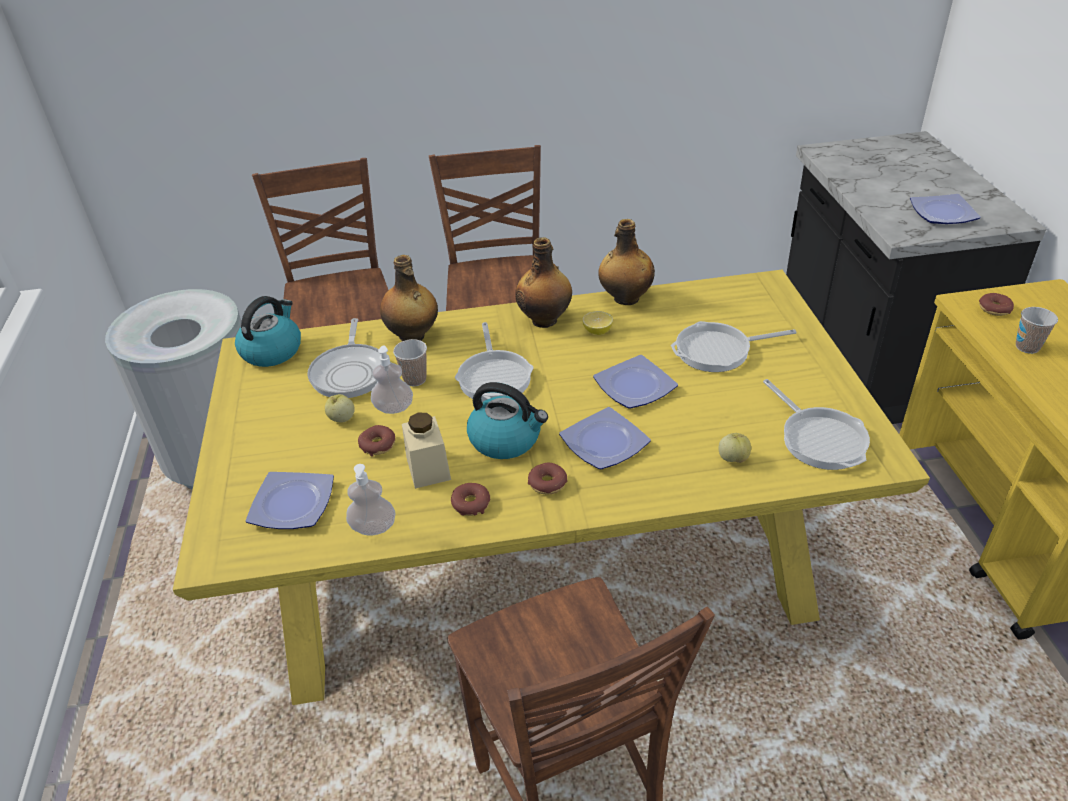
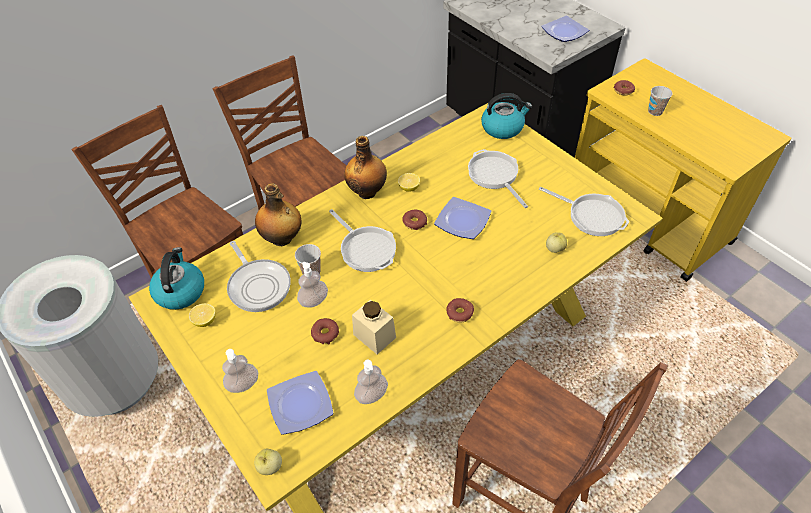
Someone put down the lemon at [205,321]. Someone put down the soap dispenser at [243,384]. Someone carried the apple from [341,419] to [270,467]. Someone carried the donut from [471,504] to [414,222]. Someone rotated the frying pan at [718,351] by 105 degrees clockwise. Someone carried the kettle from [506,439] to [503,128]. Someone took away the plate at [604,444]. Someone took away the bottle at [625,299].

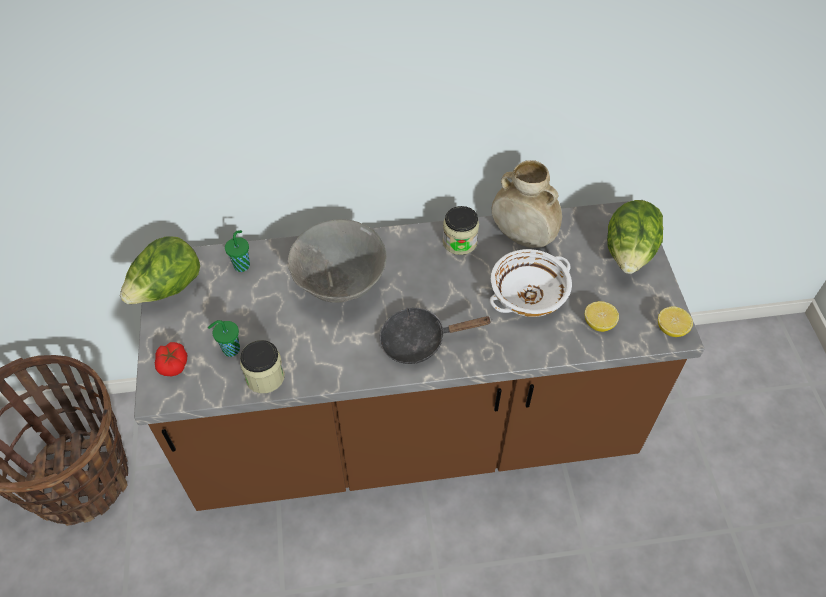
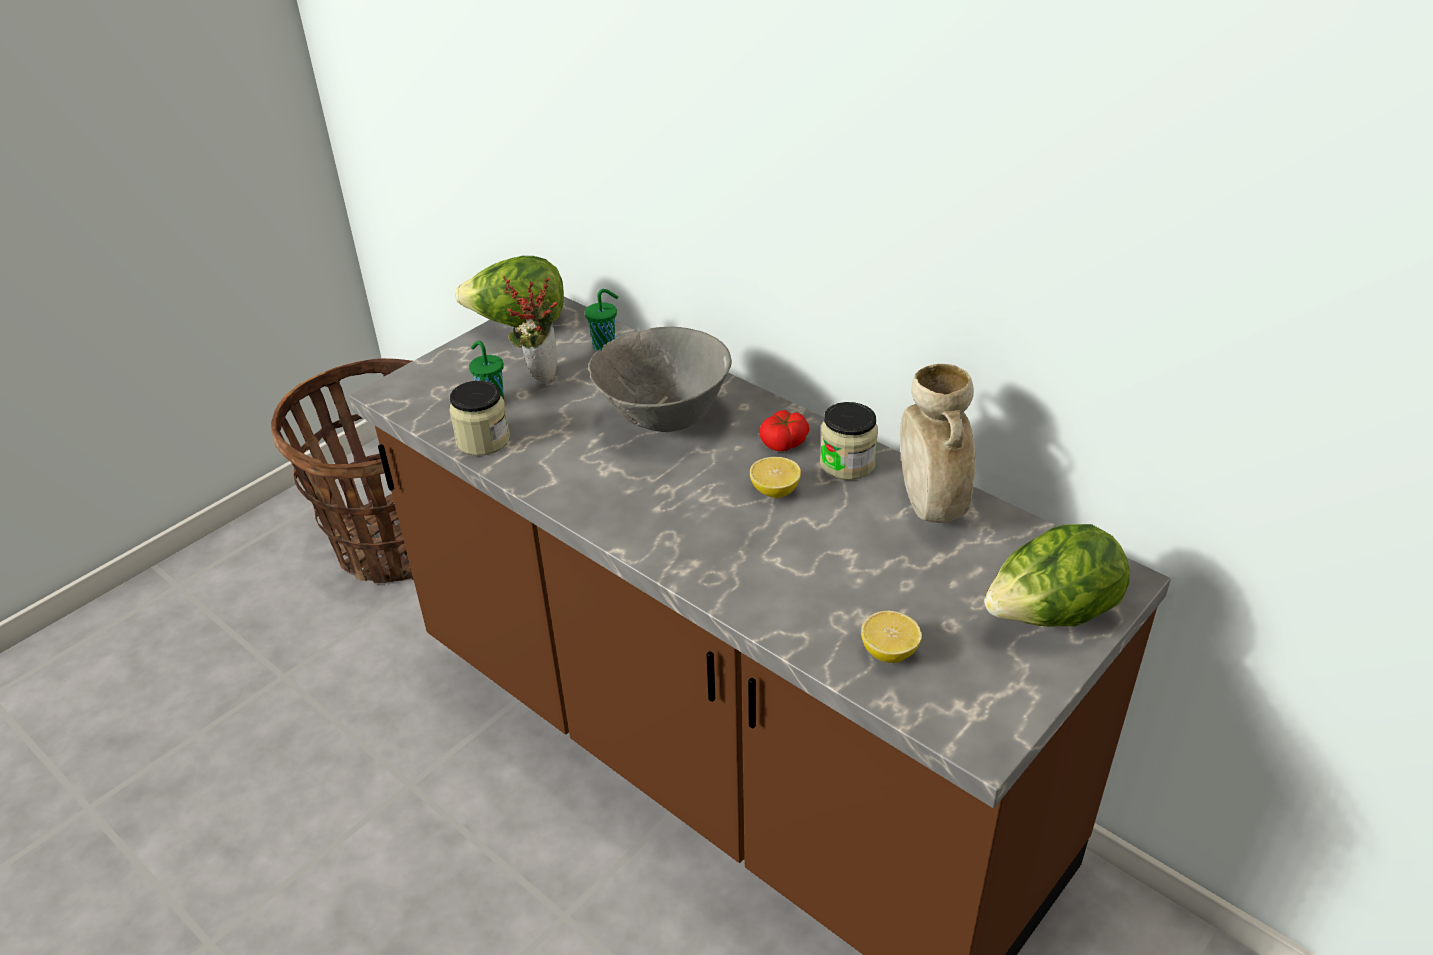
Someone put down the potted plant at [540,373]. Someone carried the lemon from [671,329] to [775,491]. Someone carried the tomato from [173,364] to [784,442]. Someone took away the black frying pan at [420,341]. Someone took away the white bowl at [528,295].

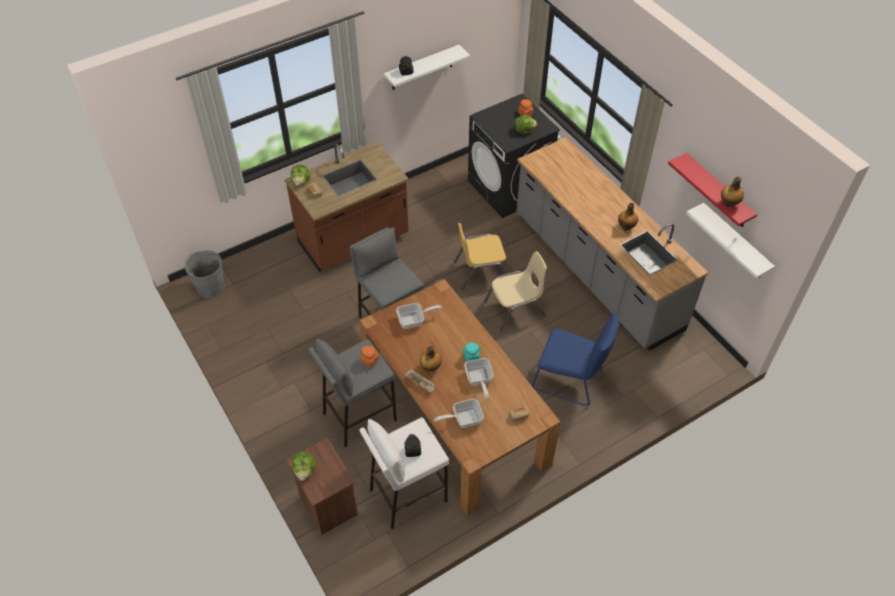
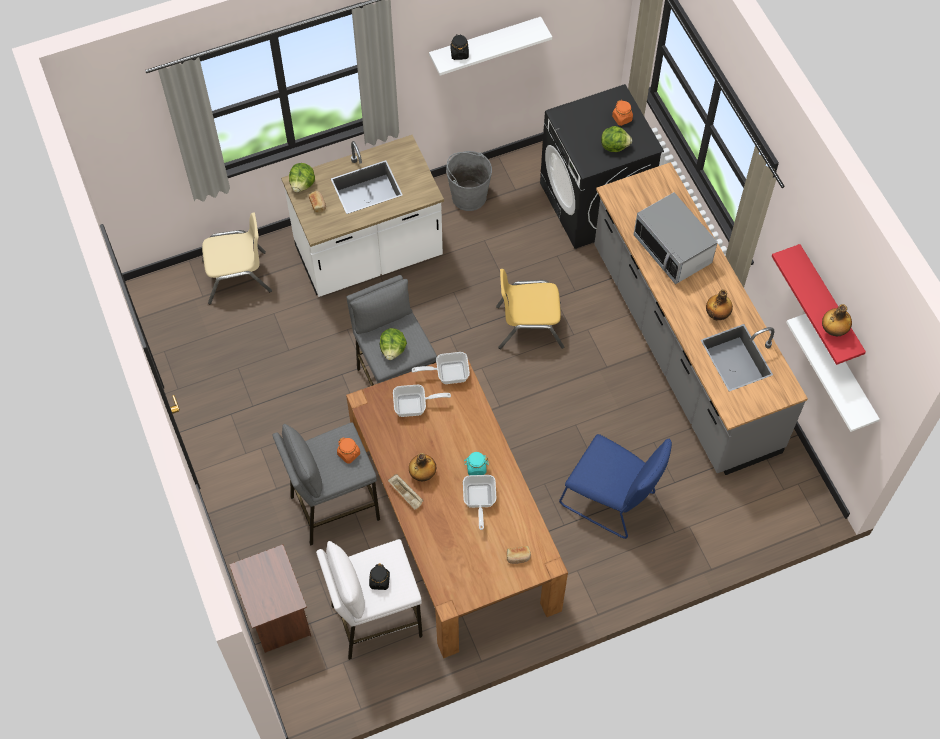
Someone carried the beige chair from [515,309] to [237,277]. Someone repainted the brown counter at [353,240], which became the white counter at [369,255]. Someone carried the lettuce from [305,470] to [393,349]. Someone carried the frying pan from [463,419] to [447,373]. Someone carried the grey bucket from [210,287] to [468,196]. Someone put down the microwave at [672,250].

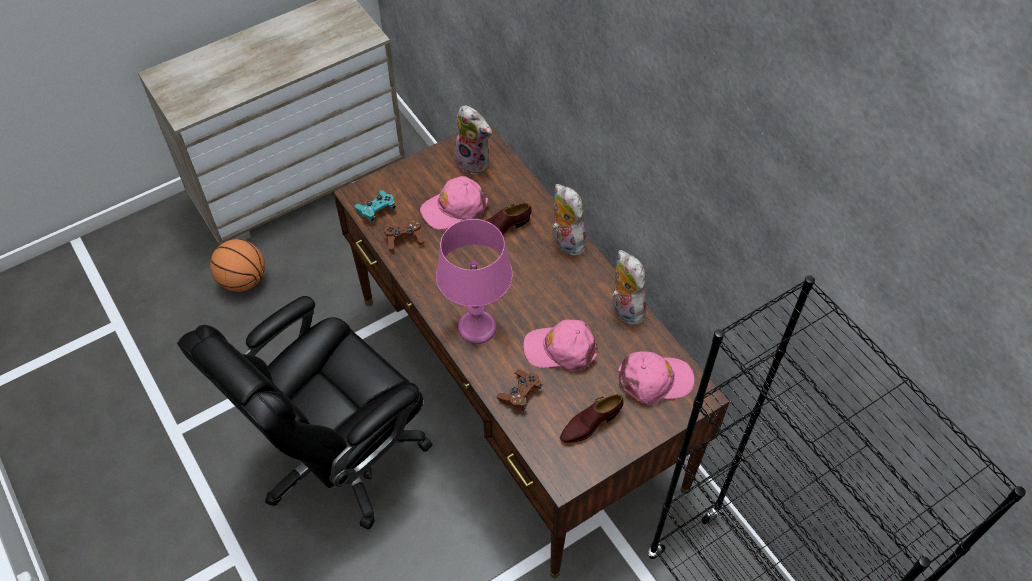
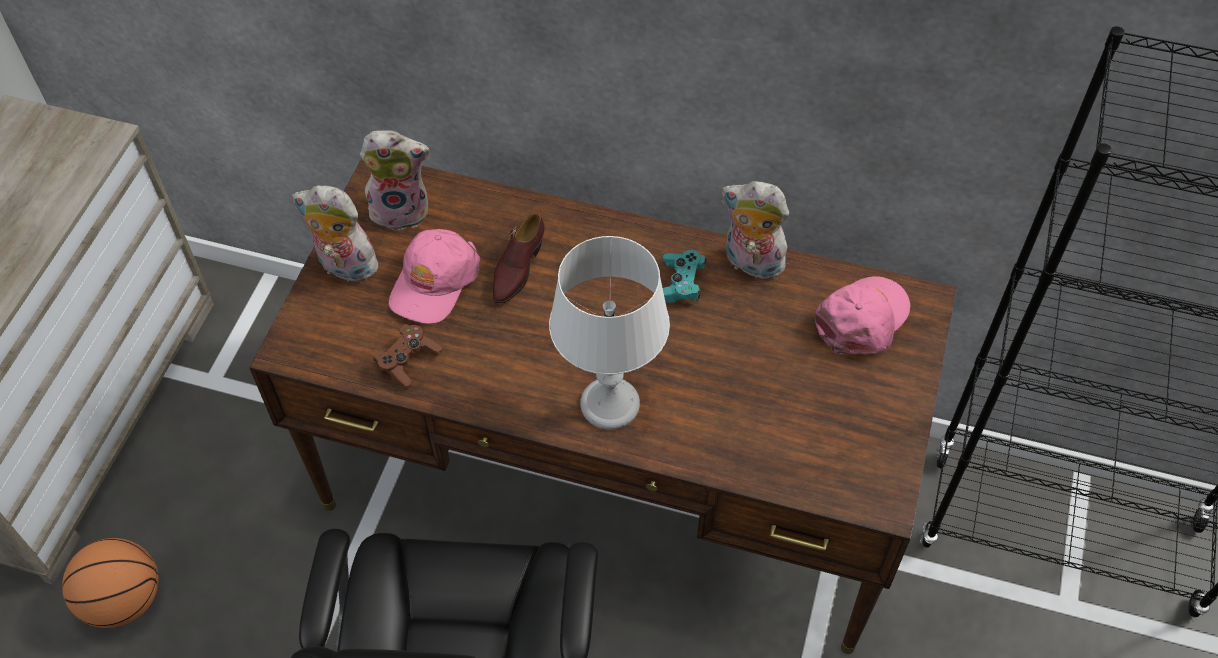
Someone carried the plush toy from [565,241] to [344,267]. Someone repainted the pink table lamp at [476,328], which became the white table lamp at [609,405]. Someone carried the turquoise game controller from [376,210] to [680,284]. Someone took away the brown game controller at [520,394]. Someone took away the pink cap at [561,349]. Someone took away the brown shoe at [590,423].

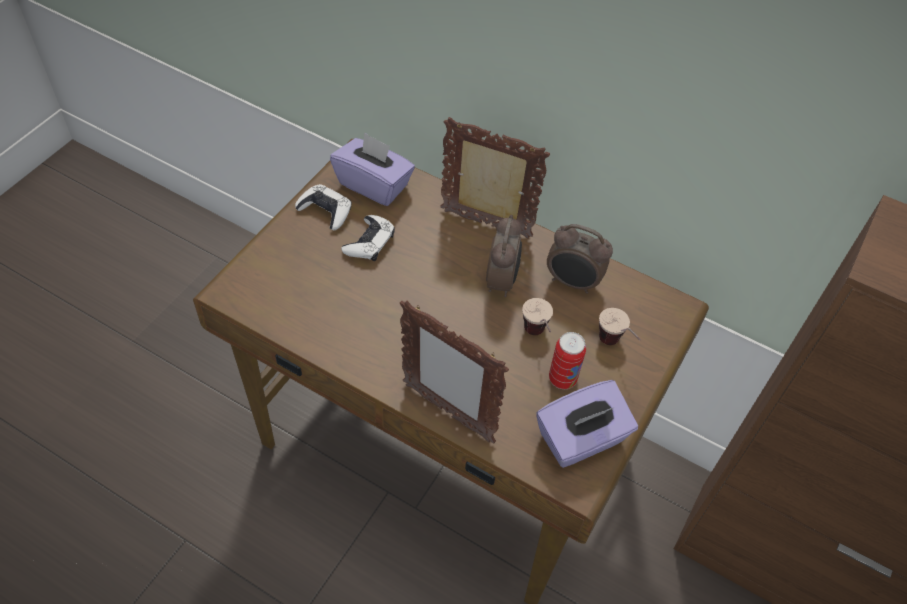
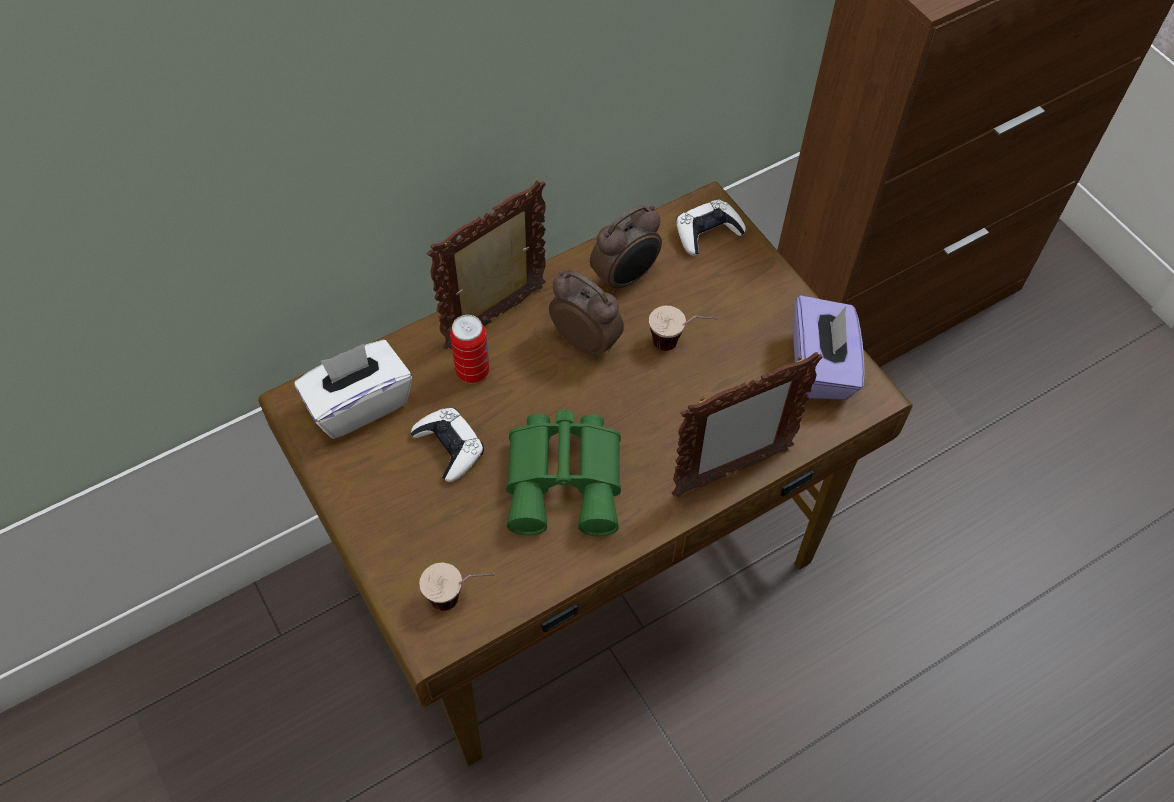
Someone repainted the purple tissue box at [374,184], which became the white tissue box at [359,404]. Someone carried the cup from [615,347] to [461,599]. Someone carried the can from [562,379] to [472,371]. Someone put down the green binoculars at [567,479]. Someone carried the white game controller from [325,211] to [707,232].

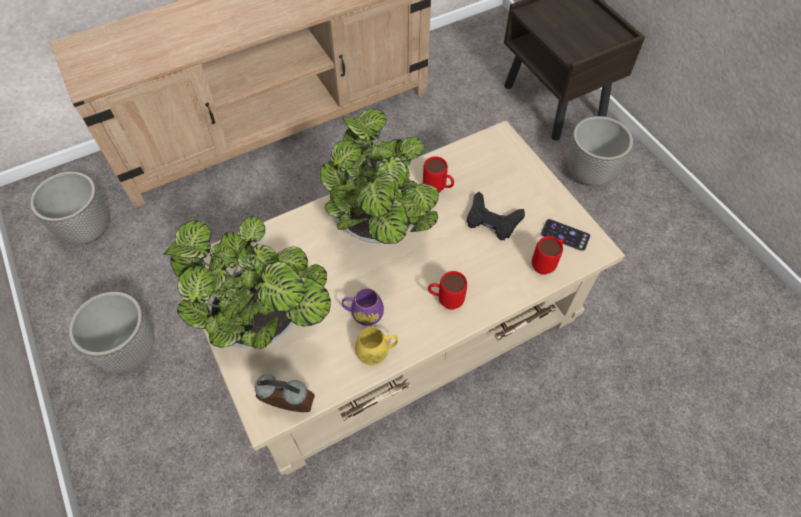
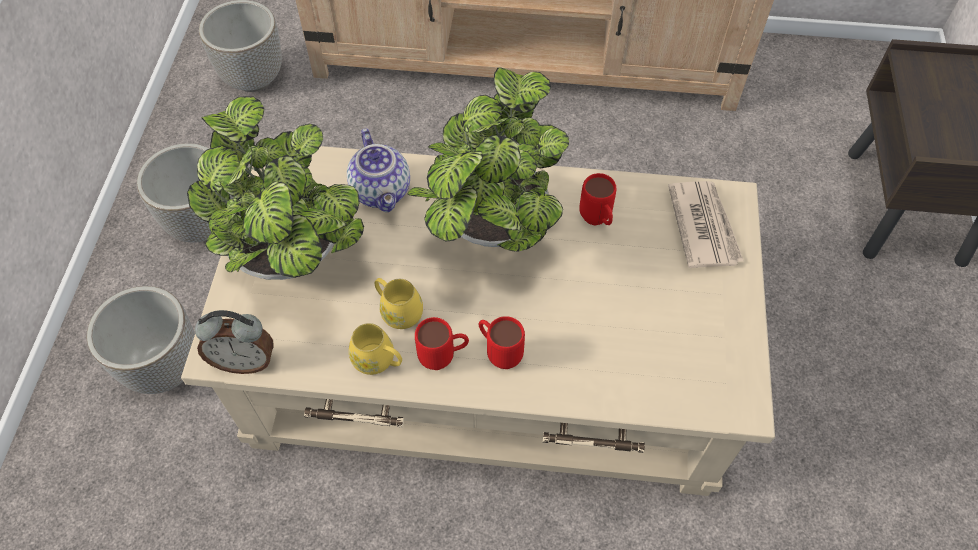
Someone carried the planter from [588,174] to [164,367]. Someone rotated the alarm clock at [289,407] by 135 degrees clockwise. Someone put down the teapot at [383,191]. Someone repainted the purple mug at [363,313], which became the yellow mug at [398,311]. Someone carried the red mug from [546,264] to [443,358]. Someone put down the newspaper at [703,226]. Someone took away the black game controller at [492,220]. Someone took away the phone at [565,235].

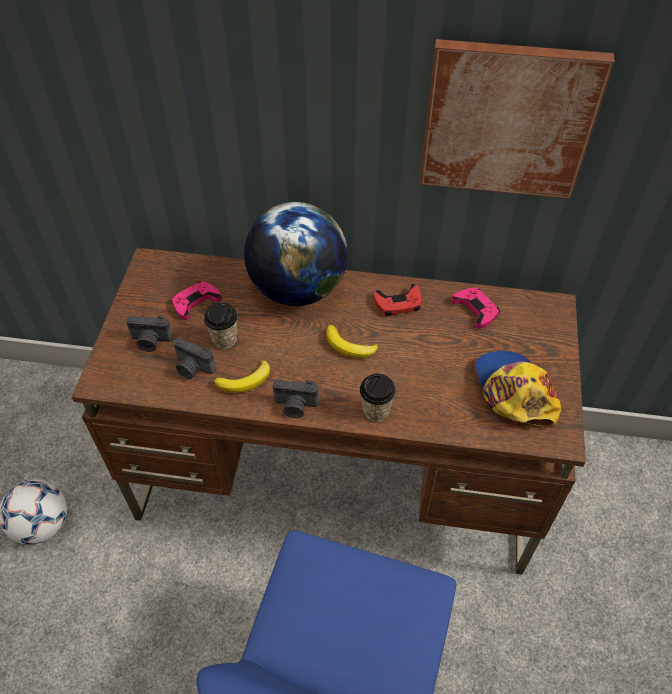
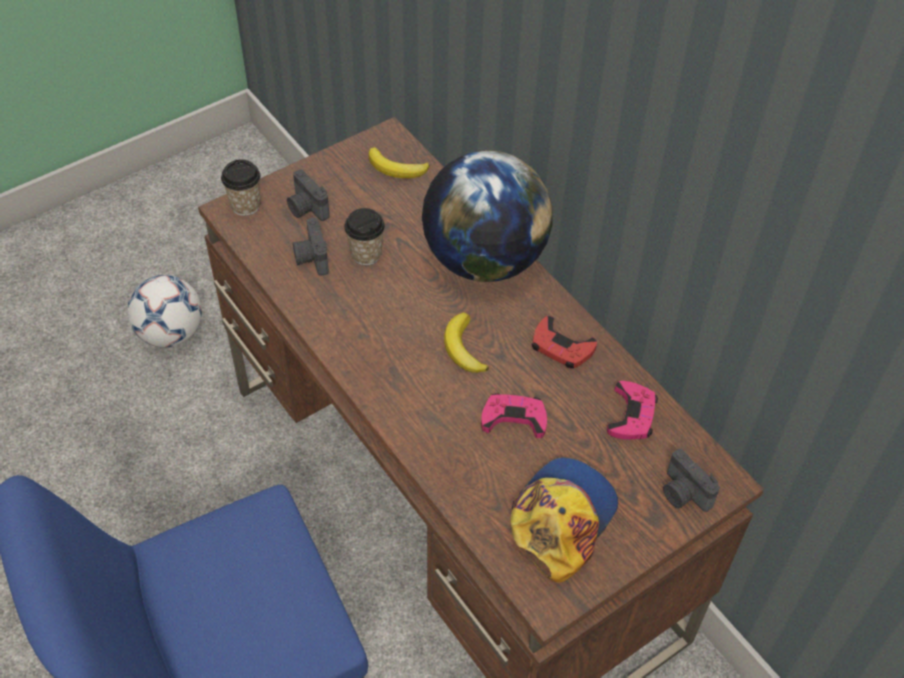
Someone carried the cup from [376,410] to [245,205]. Someone carried the banana from [245,381] to [397,168]. Someone carried the pink game controller from [195,302] to [514,418]. Someone carried the photo camera from [295,406] to [683,493]. Someone took away the picture at [508,120].

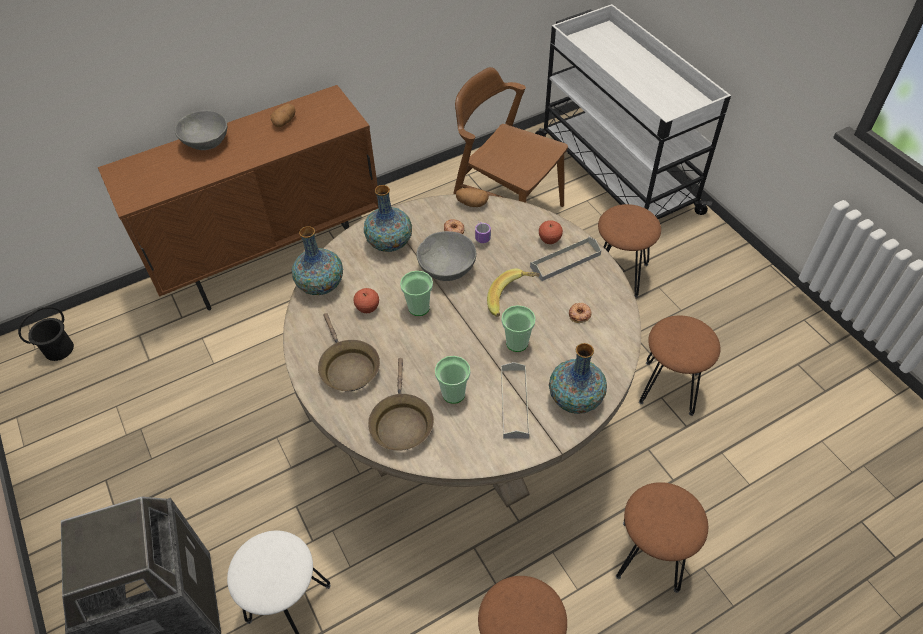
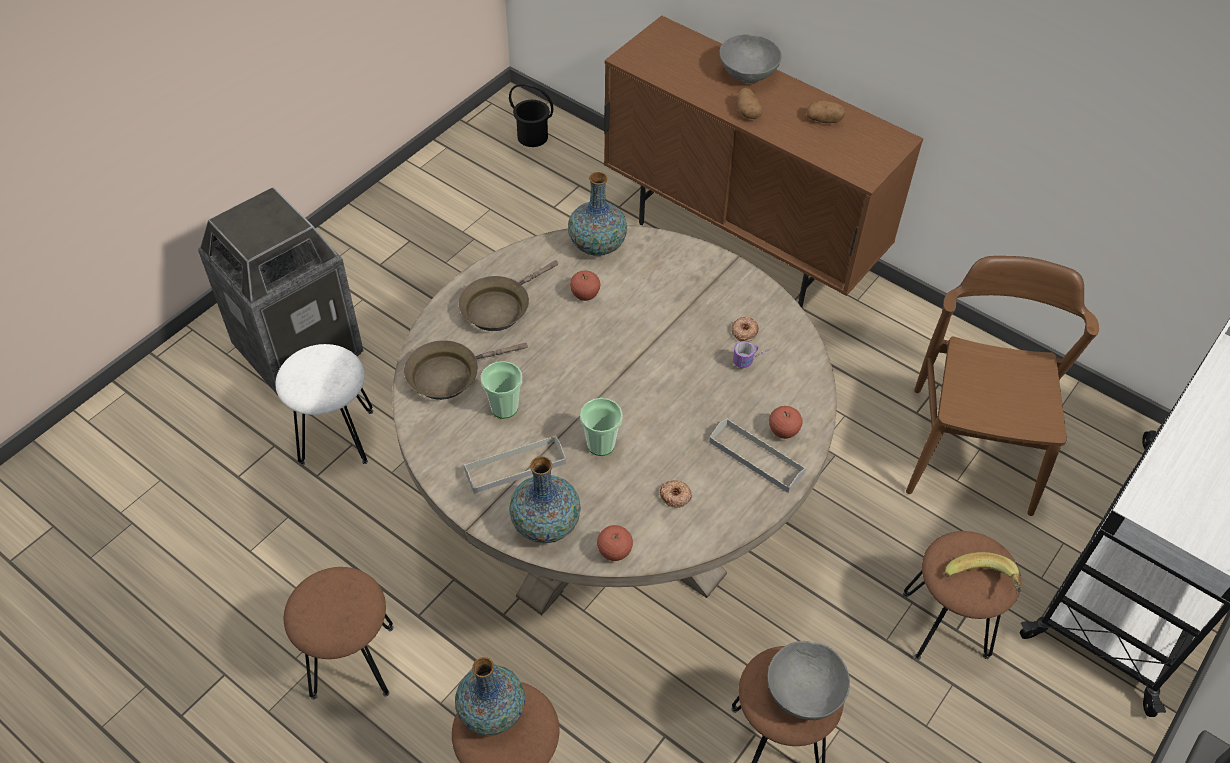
Someone carried the vase from [389,242] to [492,711]. Someone put down the apple at [614,552]. Someone carried the potato from [471,204] to [747,112]. Someone carried the grey bowl from [447,269] to [803,692]. Someone carried the banana from [512,300] to [981,585]. Someone took away the cup at [419,307].

